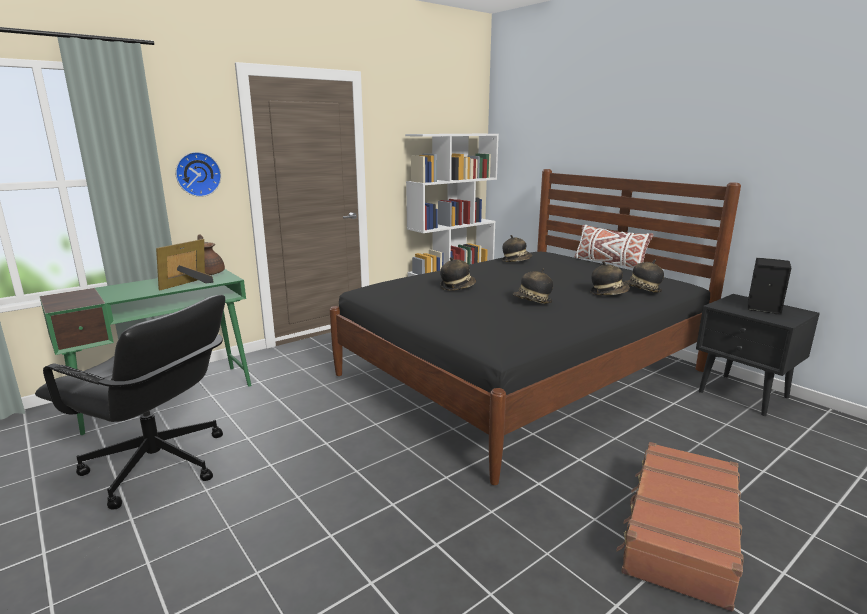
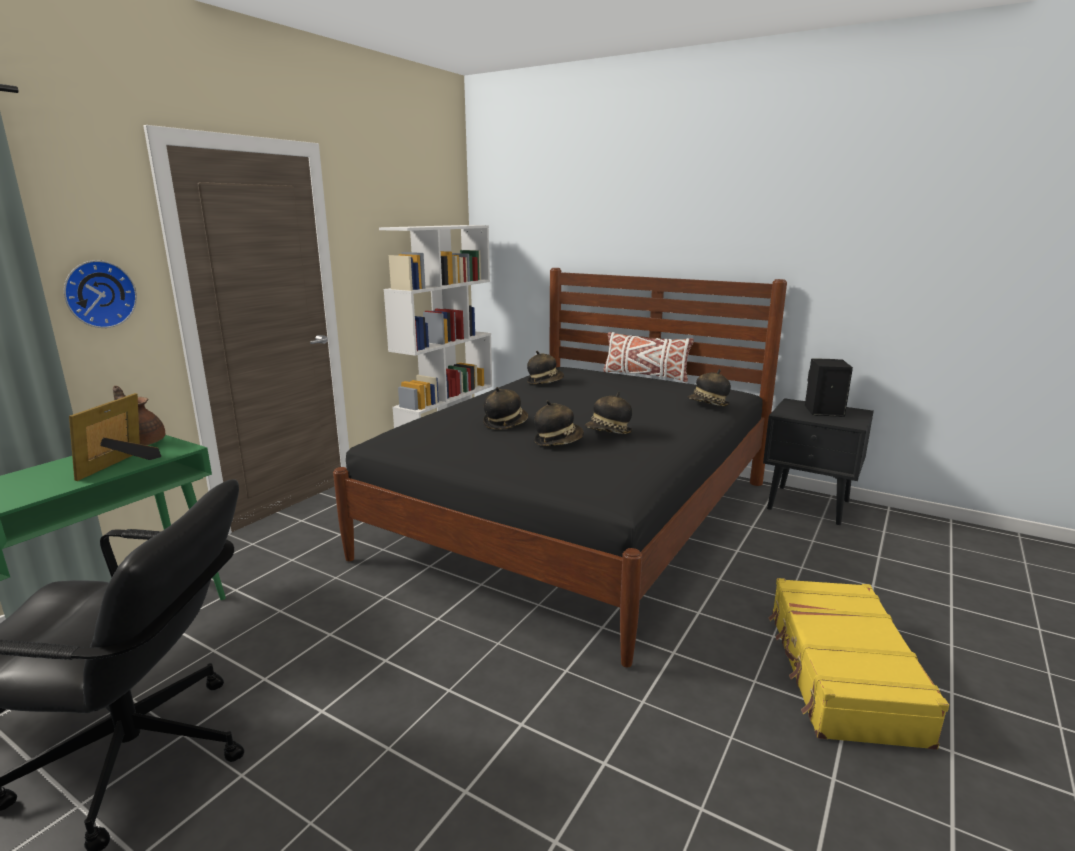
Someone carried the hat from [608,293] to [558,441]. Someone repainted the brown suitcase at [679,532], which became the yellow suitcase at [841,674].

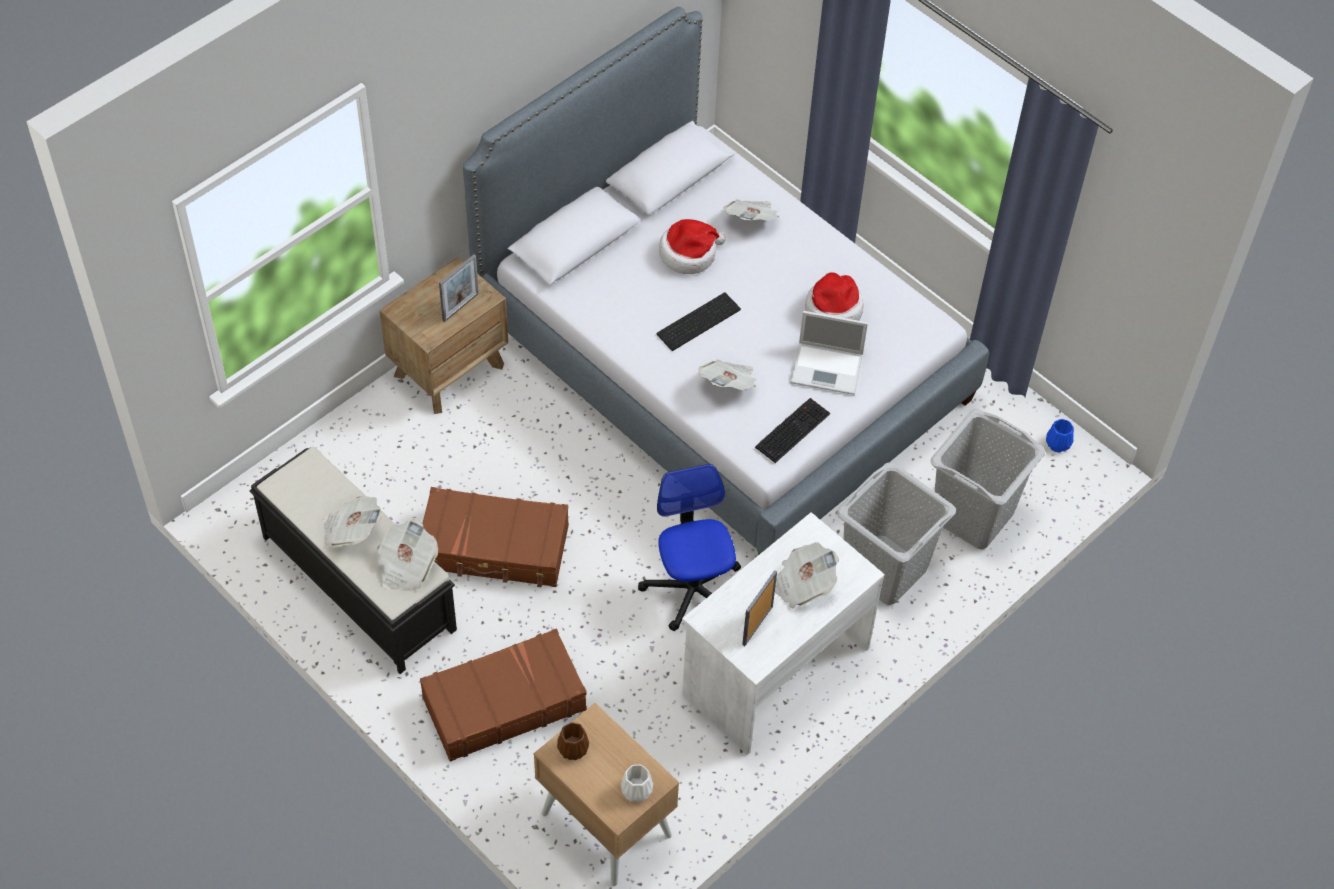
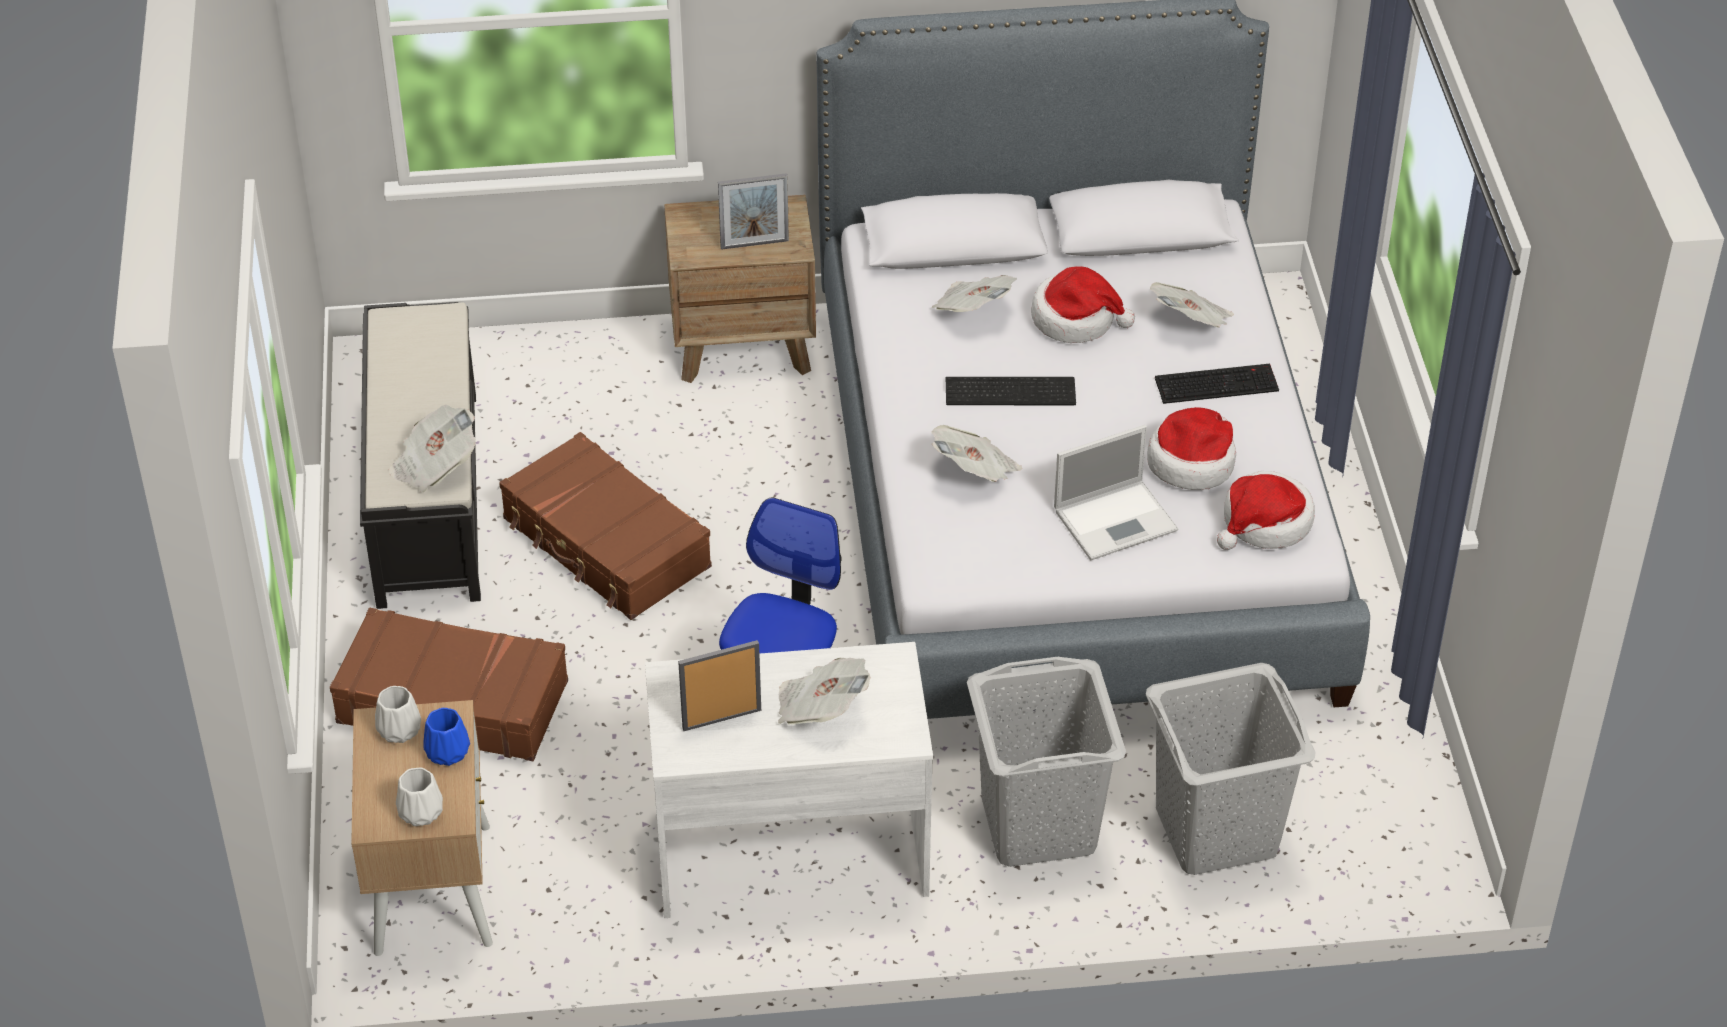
Someone repainted the brown vase at [573,748], which became the white vase at [400,729]. Someone carried the blue vase from [1058,444] to [447,753]. Someone carried the newspaper from [352,530] to [973,310]. Someone rotated the laptop at [828,368] by 75 degrees counterclockwise. Someone carried the keyboard from [792,429] to [1217,383]. Someone put down the hat at [1265,523].

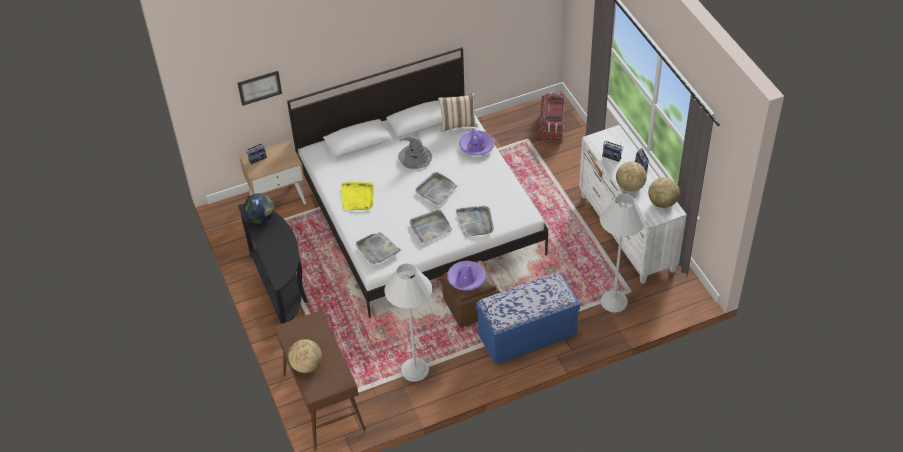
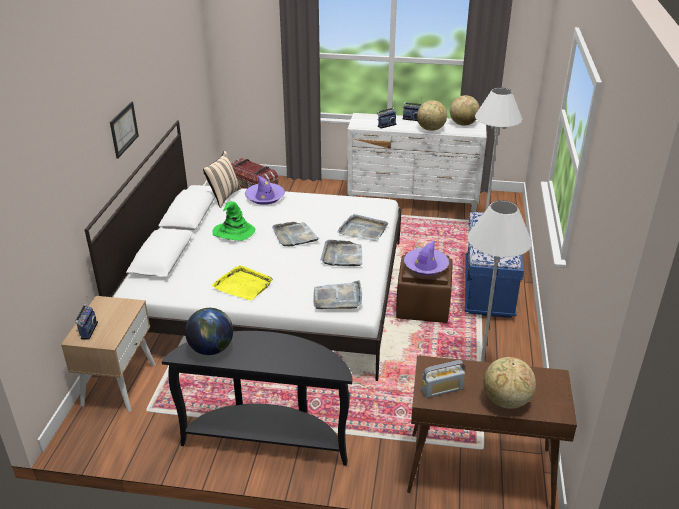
Someone carried the picture from [259,87] to [123,129]. Someone repainted the grey hat at [415,157], which became the green hat at [233,232]. Someone put down the radio at [442,389].

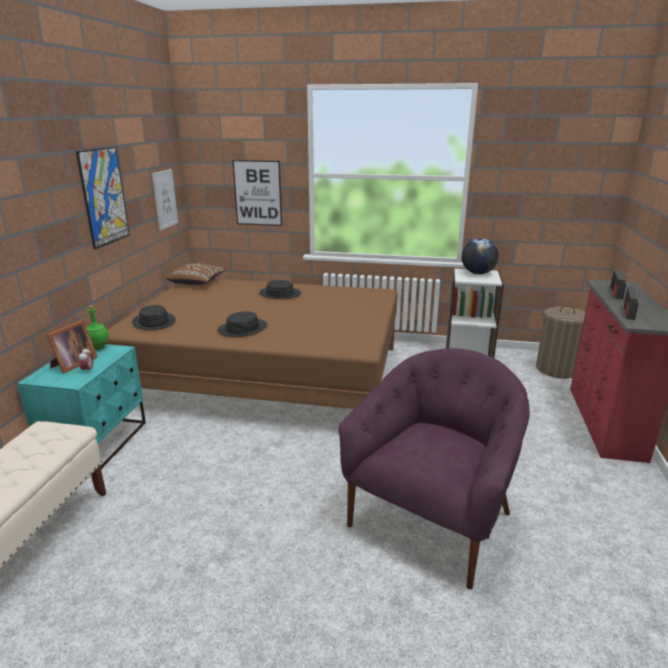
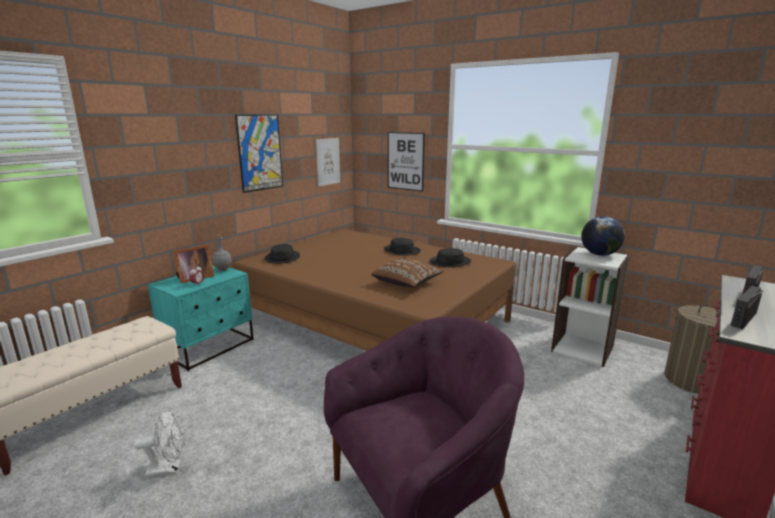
Someone put down the white fan at [169,468]. Someone repainted the green bottle at [99,348], which became the grey bottle at [223,270]. Someone carried the brown pillow from [197,283] to [407,283]. Someone carried the black hat from [242,329] to [450,262].

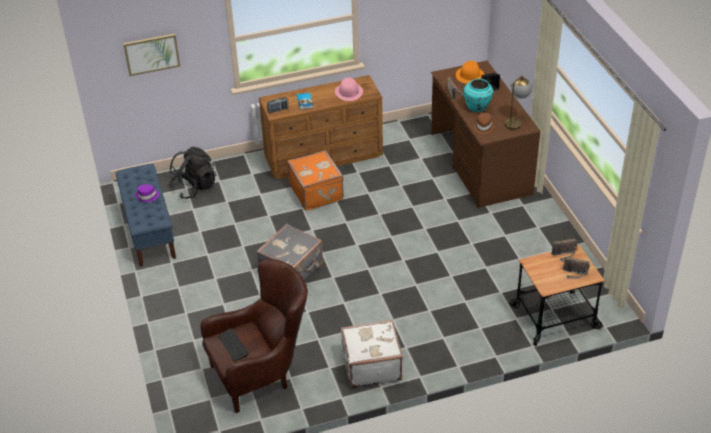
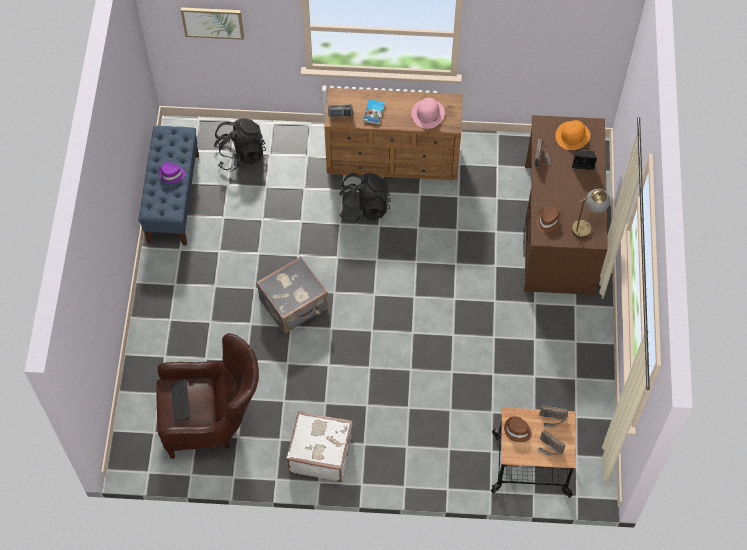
Someone swapped the orange suitcase at [317,192] for the black backpack at [364,207]. Someone put down the brown hat at [517,430]. Someone took away the turquoise vase at [477,107].

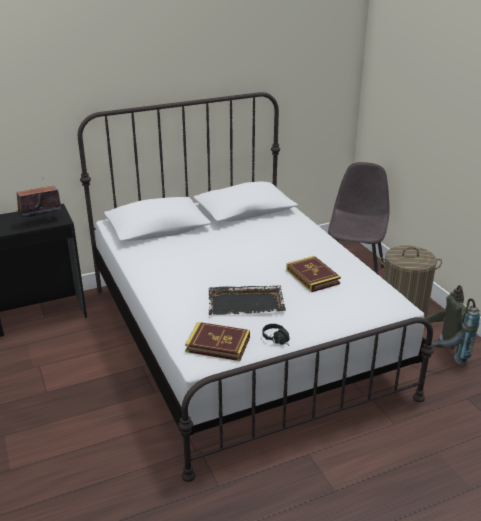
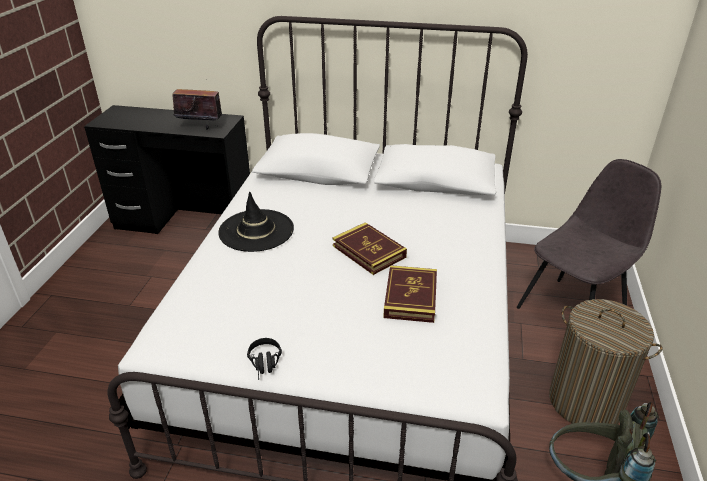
Someone put down the black hat at [256,231]. Someone carried the book from [218,344] to [369,251]. Someone took away the black tray at [246,302].

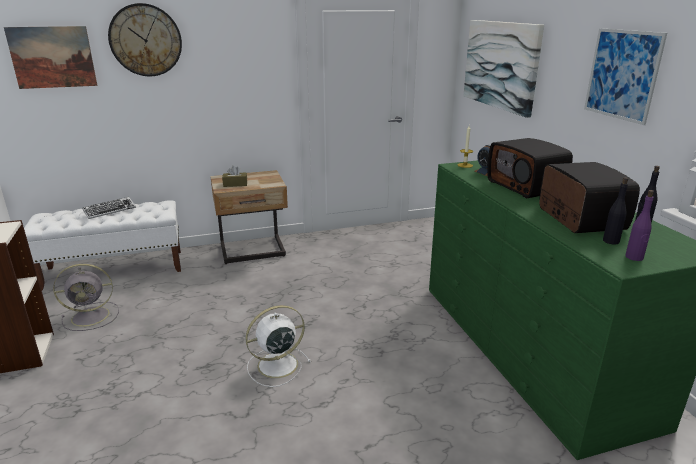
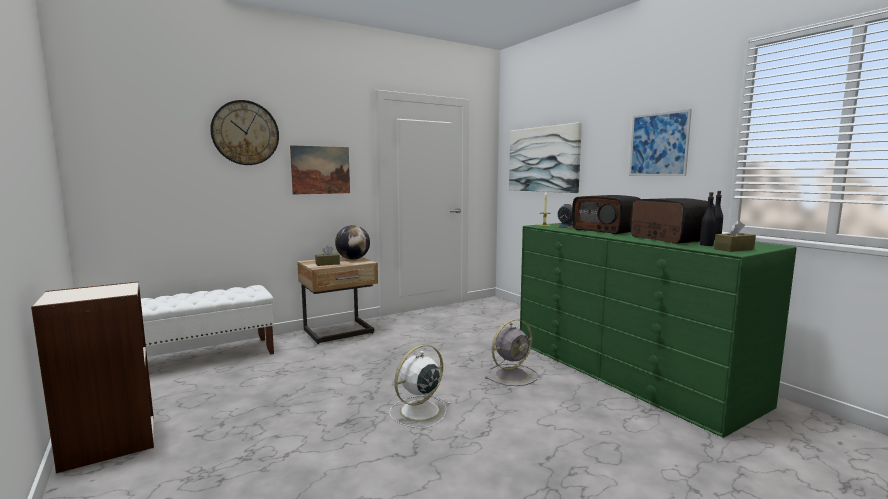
Someone carried the picture from [52,57] to [321,170]. Someone put down the globe at [353,259]. Someone carried the grey fan from [92,316] to [512,375]. Someone swapped the purple bottle at [634,257] for the brown tissue box at [734,249]. Someone took away the keyboard at [110,210].

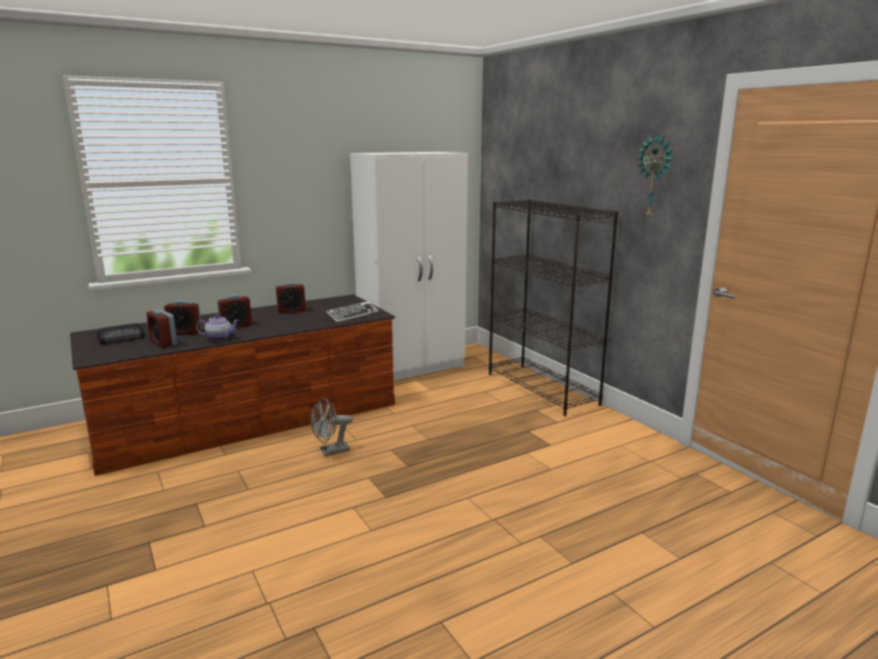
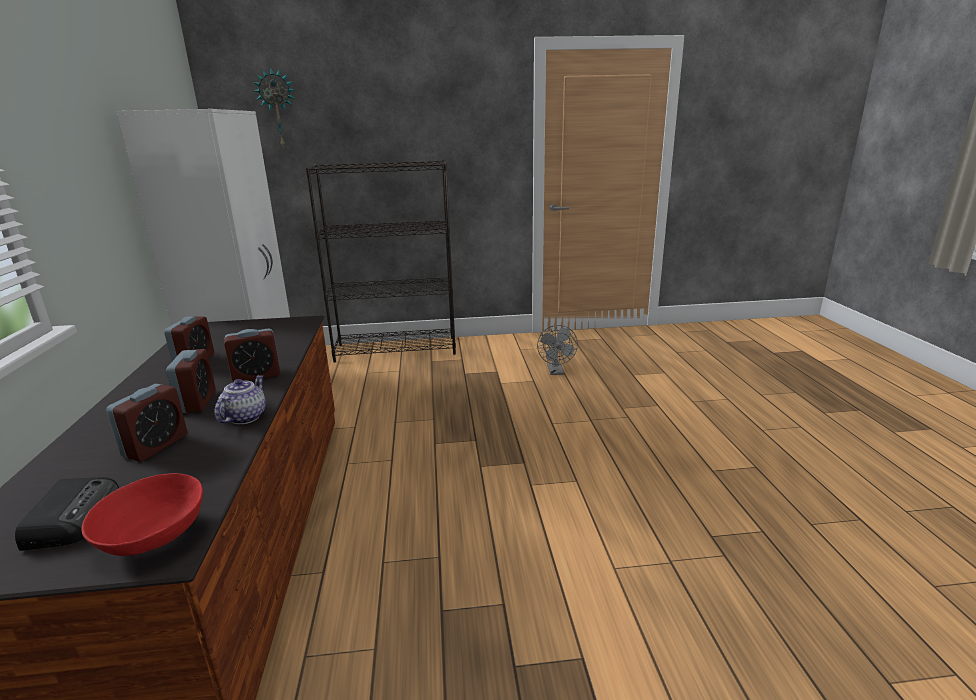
Someone put down the red bowl at [154,535]. Someone carried the alarm clock from [163,343] to [256,375]. Someone carried the wall clock from [655,177] to [278,108]. Someone carried the grey fan from [331,452] to [556,372]. Someone took away the keyboard at [352,315].

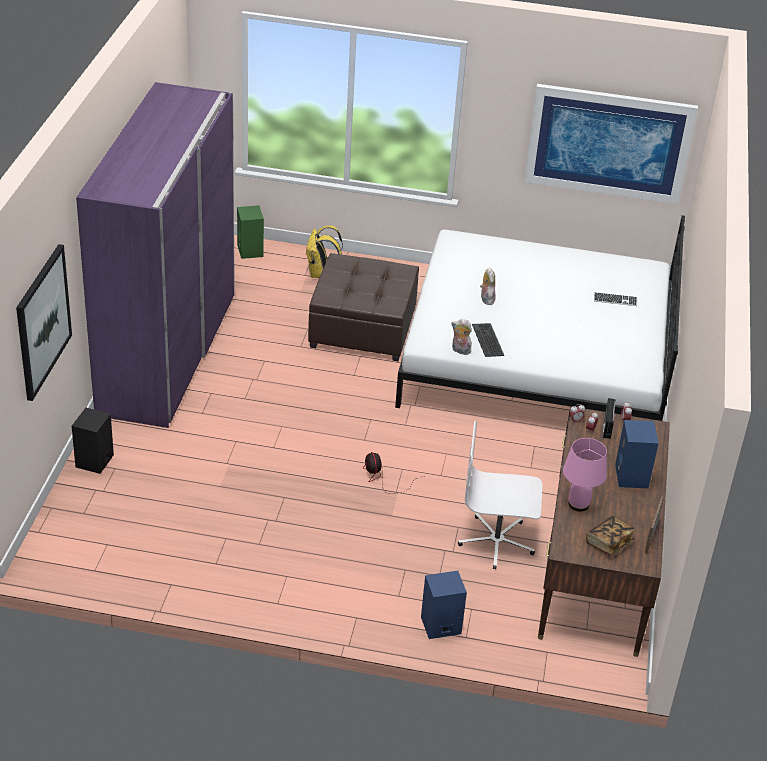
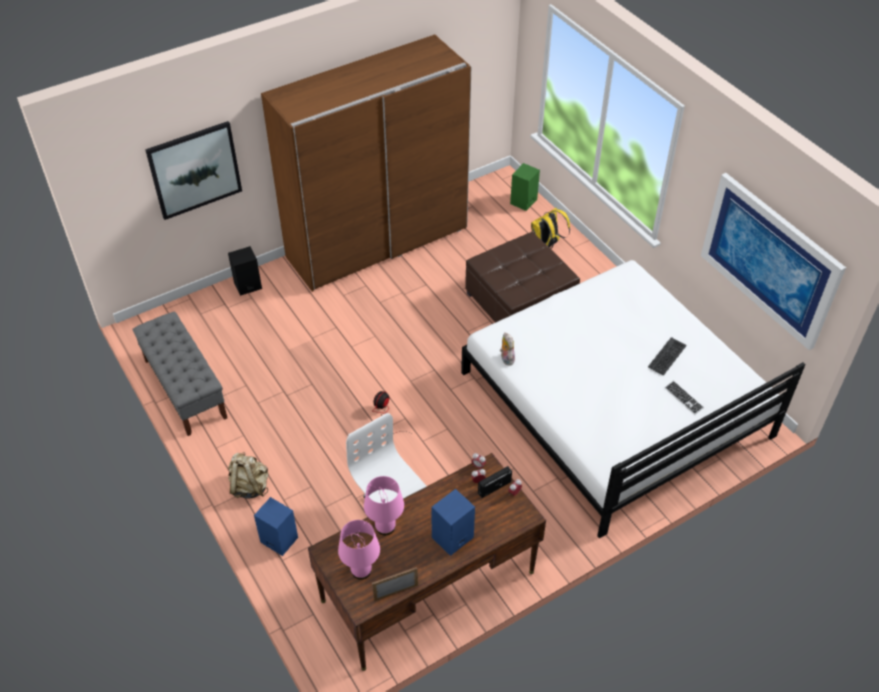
Someone put down the grey bench at [185,388]. Someone put down the beige backpack at [249,486]. Someone repainted the purple wardrobe at [167,353], which became the brown wardrobe at [377,242]. Someone swapped the book at [609,543] for the pink table lamp at [361,571]. Someone carried the keyboard from [488,340] to [667,356]. Someone took away the plush toy at [486,299].

